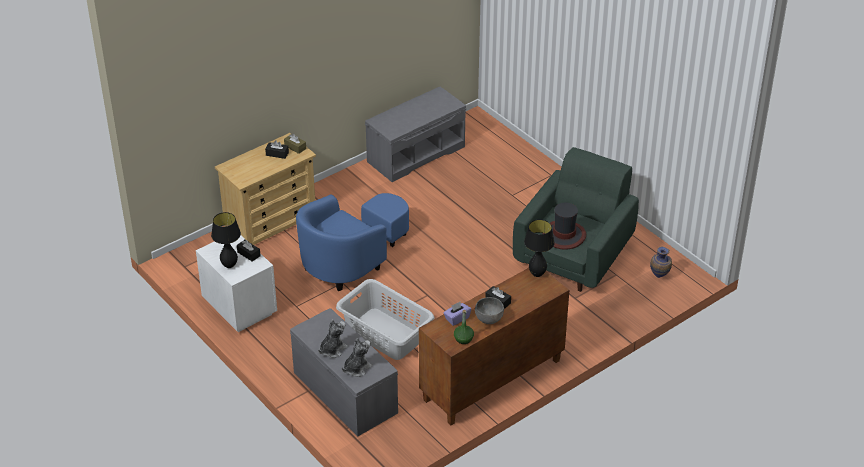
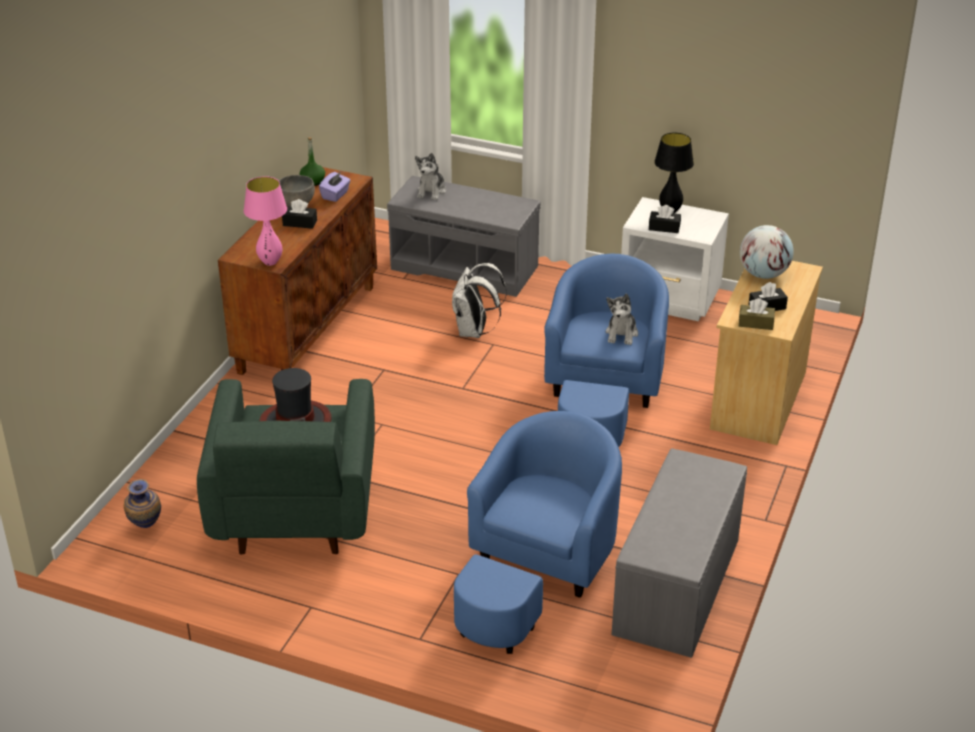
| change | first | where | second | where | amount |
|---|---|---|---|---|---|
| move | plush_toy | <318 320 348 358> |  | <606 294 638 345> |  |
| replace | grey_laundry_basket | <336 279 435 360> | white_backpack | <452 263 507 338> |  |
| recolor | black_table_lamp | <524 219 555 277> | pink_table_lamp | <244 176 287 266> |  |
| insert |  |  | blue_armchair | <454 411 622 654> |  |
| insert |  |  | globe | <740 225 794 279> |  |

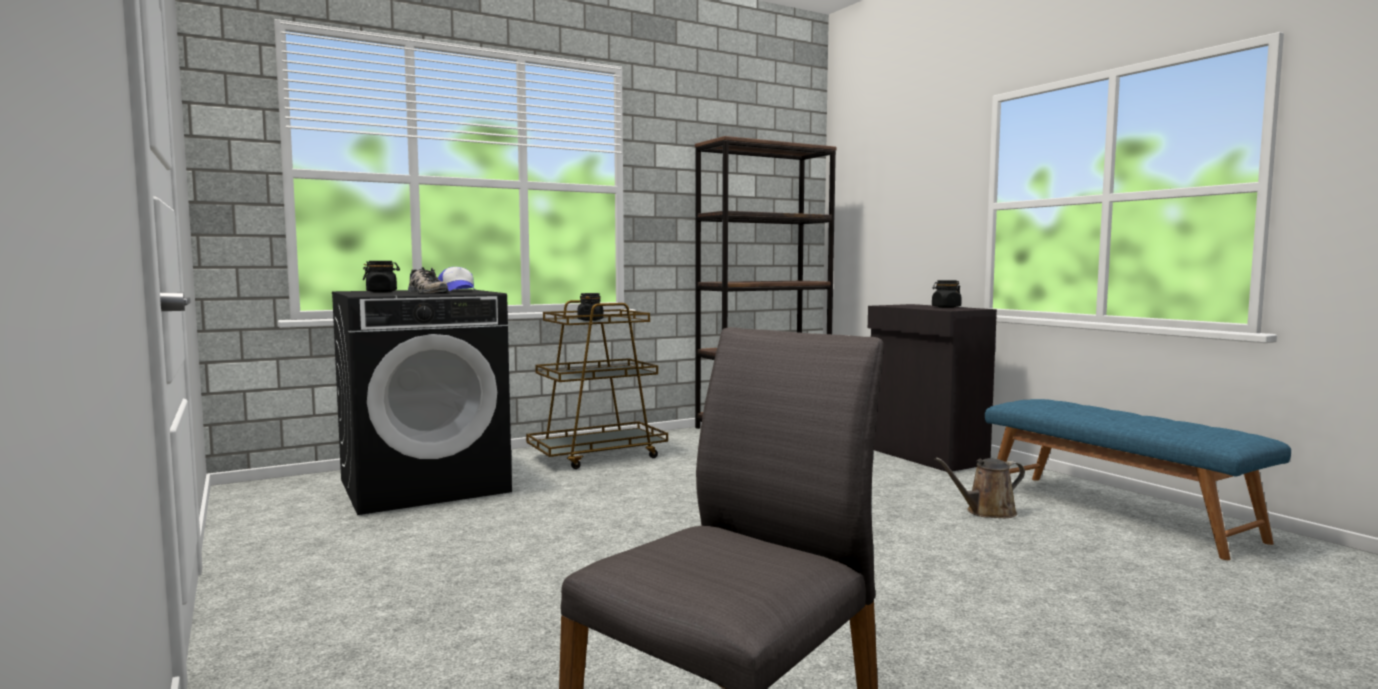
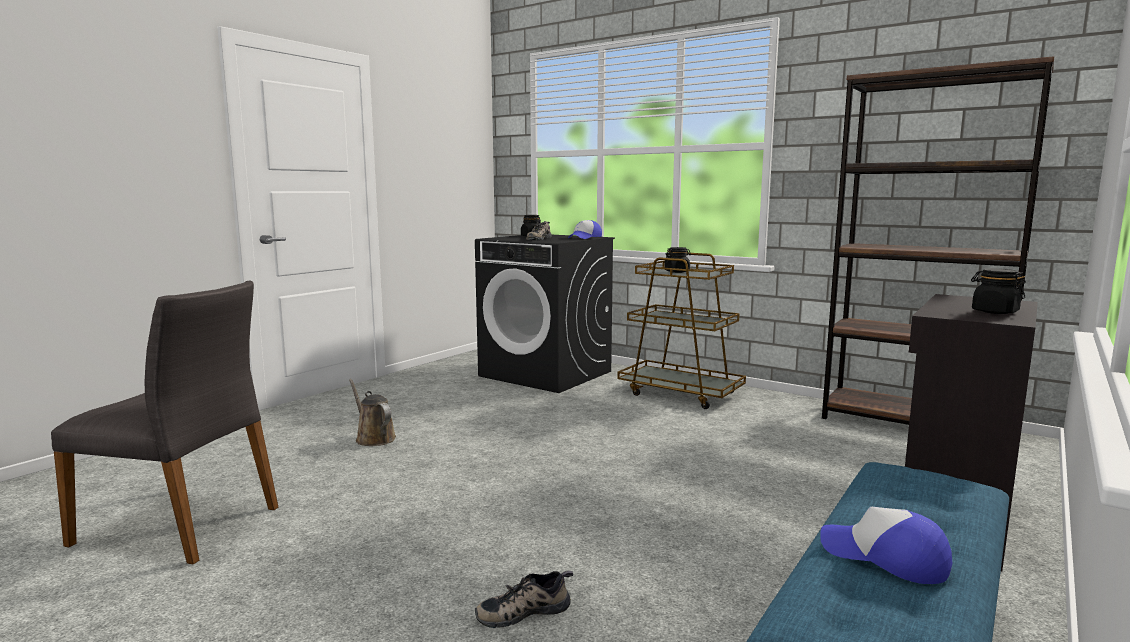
| change | first | where | second | where | amount |
|---|---|---|---|---|---|
| move | brown_watering_can | <935 458 1025 518> |  | <349 379 396 446> |  |
| insert |  |  | shoe | <475 571 573 628> |  |
| insert |  |  | cap | <820 507 952 584> |  |

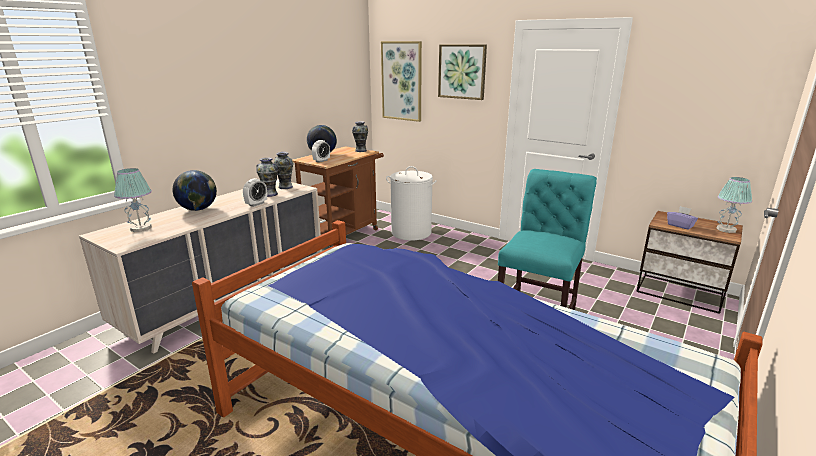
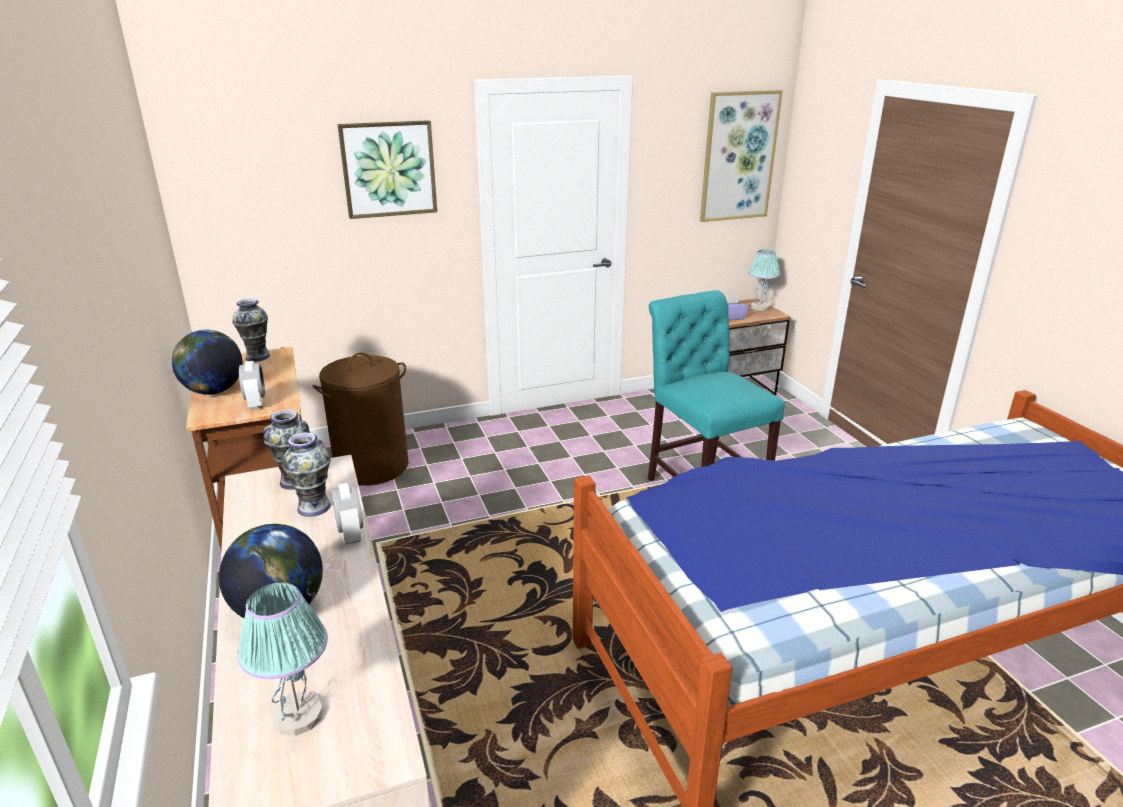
| change | first | where | second | where | amount |
|---|---|---|---|---|---|
| move | picture | <381 41 422 122> |  | <700 90 783 222> |  |
| recolor | white_laundry_basket | <386 166 437 241> | brown_laundry_basket | <313 352 409 486> |  |

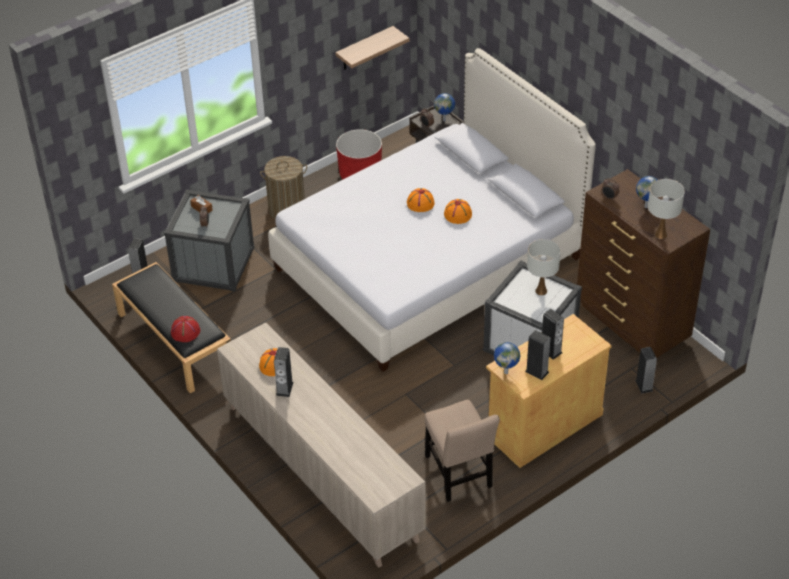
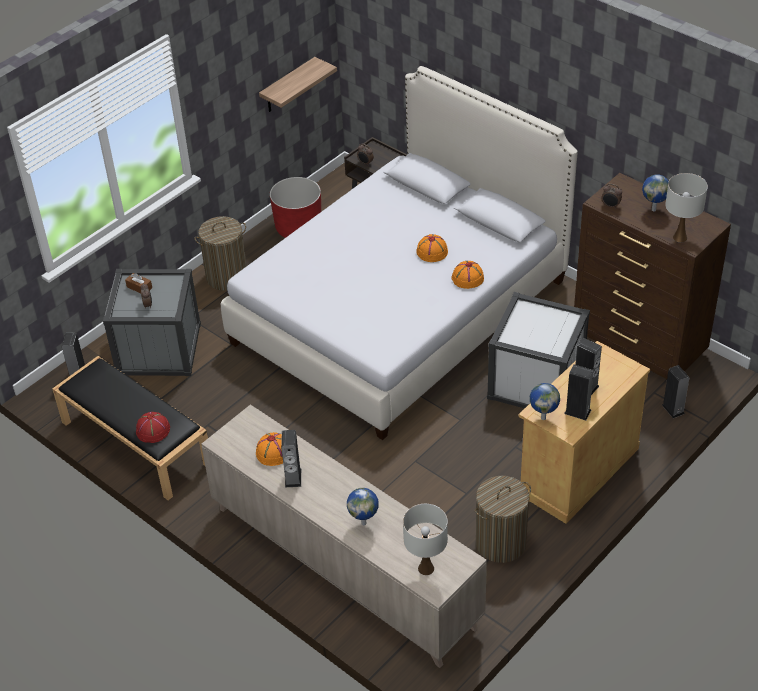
| change | first | where | second | where | amount |
|---|---|---|---|---|---|
| move | orange_hat | <407 188 435 212> |  | <451 261 484 289> |  |
| replace | beige_chair | <425 400 500 502> | laundry_basket | <475 476 531 563> |  |
| move | globe | <434 93 455 121> |  | <347 488 379 525> |  |
| move | white_table_lamp | <527 239 561 295> |  | <403 504 448 575> |  |

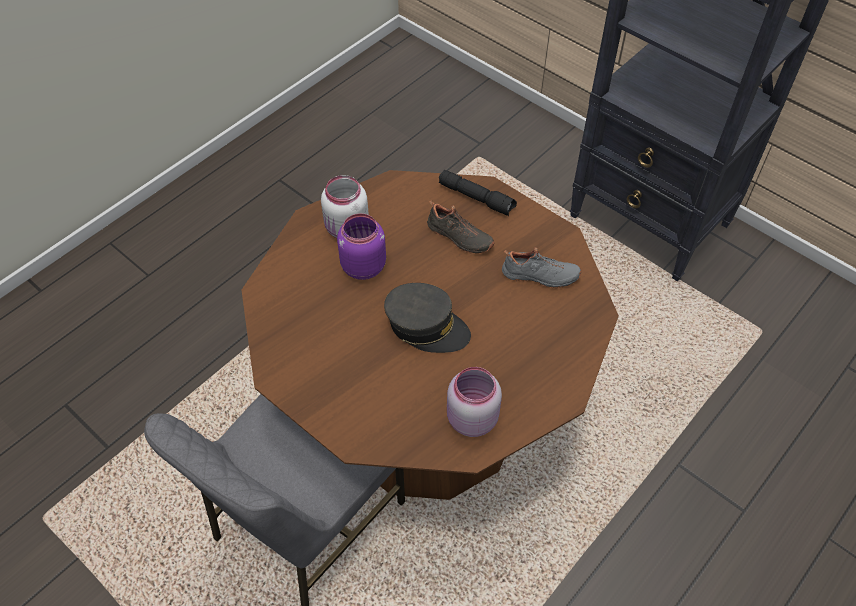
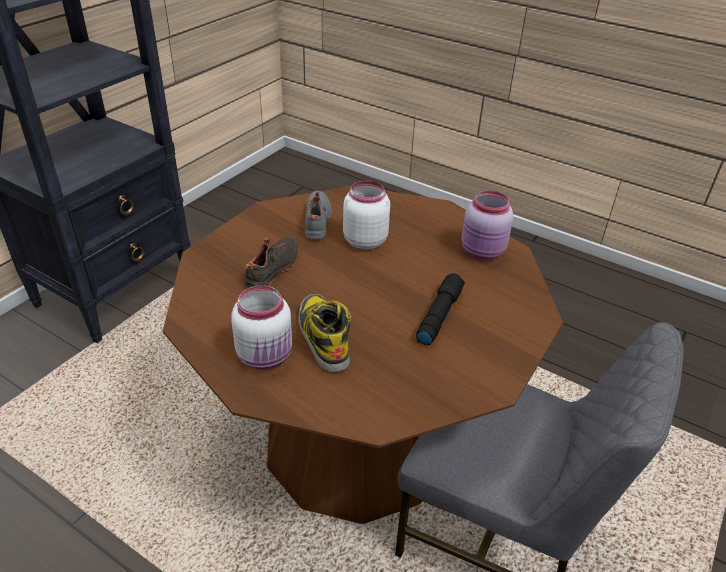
| change | first | where | second | where | amount |
|---|---|---|---|---|---|
| replace | purple_jar | <337 214 386 280> | boot | <299 294 351 372> |  |
| delete | grey_cap | <384 283 471 353> |  |  |  |
| move | black_flashlight | <439 170 517 216> |  | <416 273 465 345> |  |
| insert |  |  | white_jar | <343 181 390 250> |  |

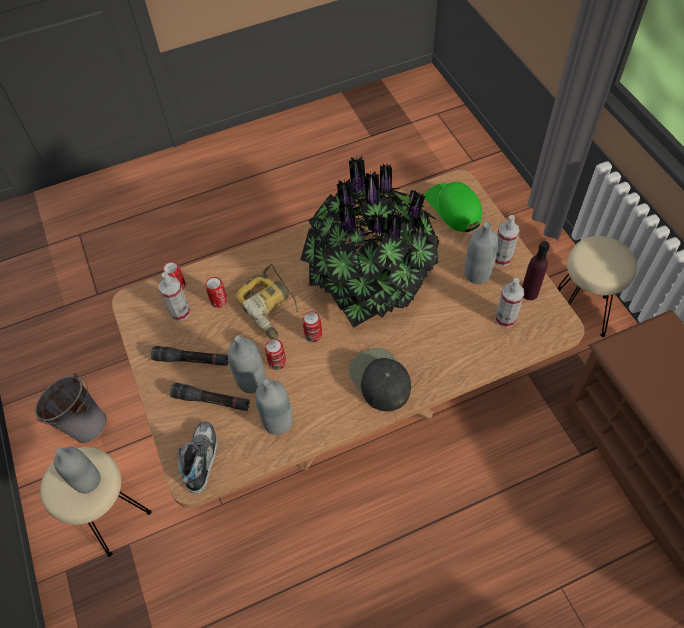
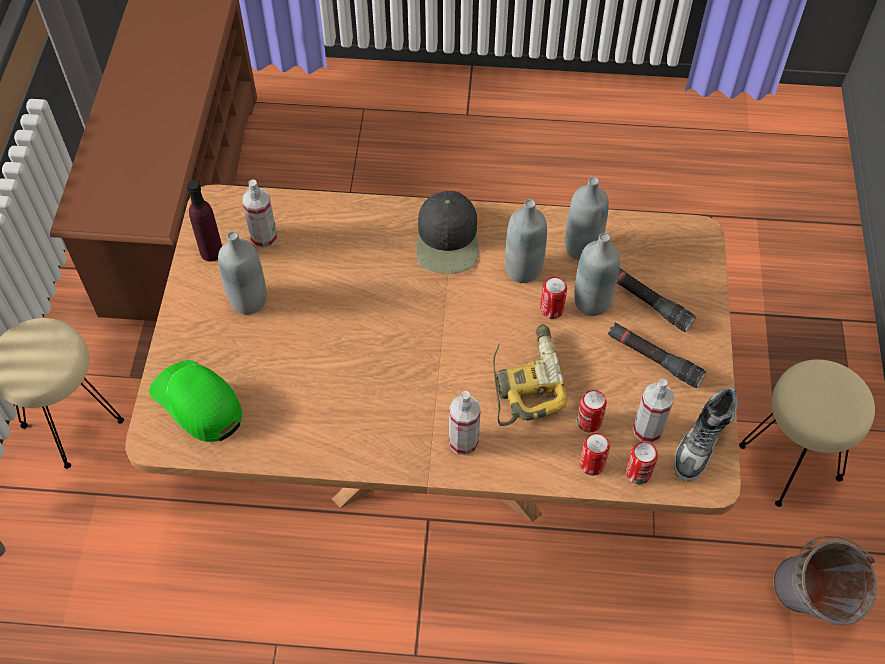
| change | first | where | second | where | amount |
|---|---|---|---|---|---|
| move | grey_bottle | <54 447 101 494> |  | <505 199 547 283> |  |
| move | shoe | <177 422 217 494> |  | <674 387 738 481> |  |
| delete | potted_plant | <300 156 439 328> |  |  |  |
| move | can | <302 311 322 342> |  | <579 433 610 475> |  |
| rotate | green_cap | <424 182 482 232> |  | <149 360 242 442> | 135 degrees clockwise |
| move | spray_bottle | <495 215 520 266> |  | <449 391 481 456> |  |

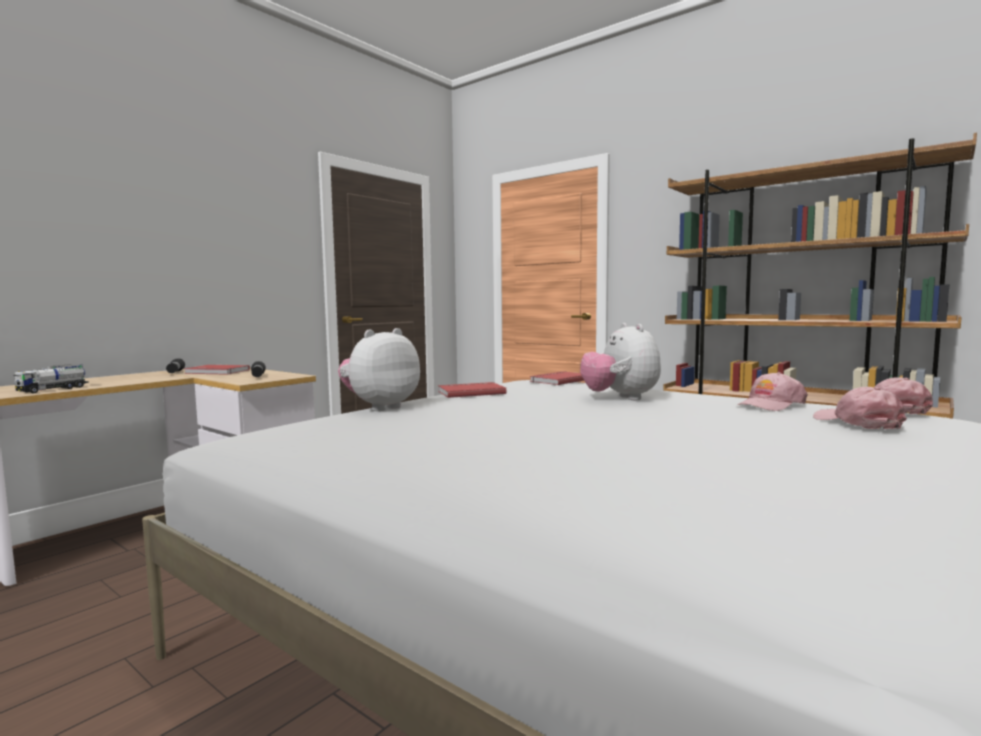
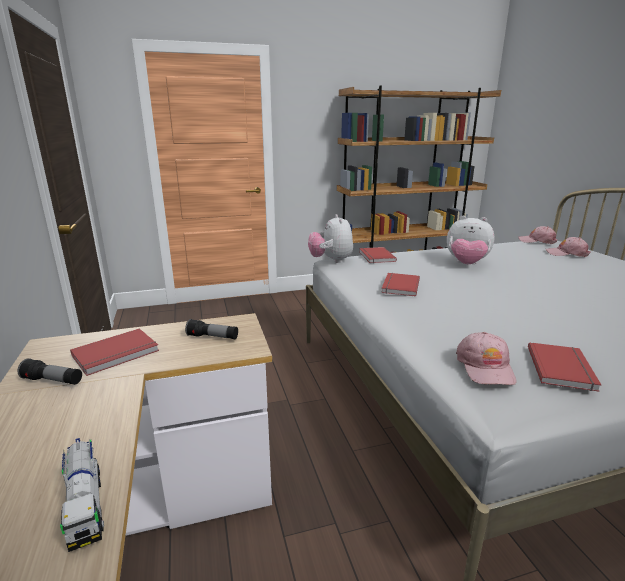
| change | first | where | second | where | amount |
|---|---|---|---|---|---|
| move | plush_toy | <338 328 420 411> |  | <308 214 353 263> |  |
| move | pink_cap | <737 372 808 411> |  | <456 332 517 385> |  |
| insert |  |  | red_book | <528 342 601 392> |  |

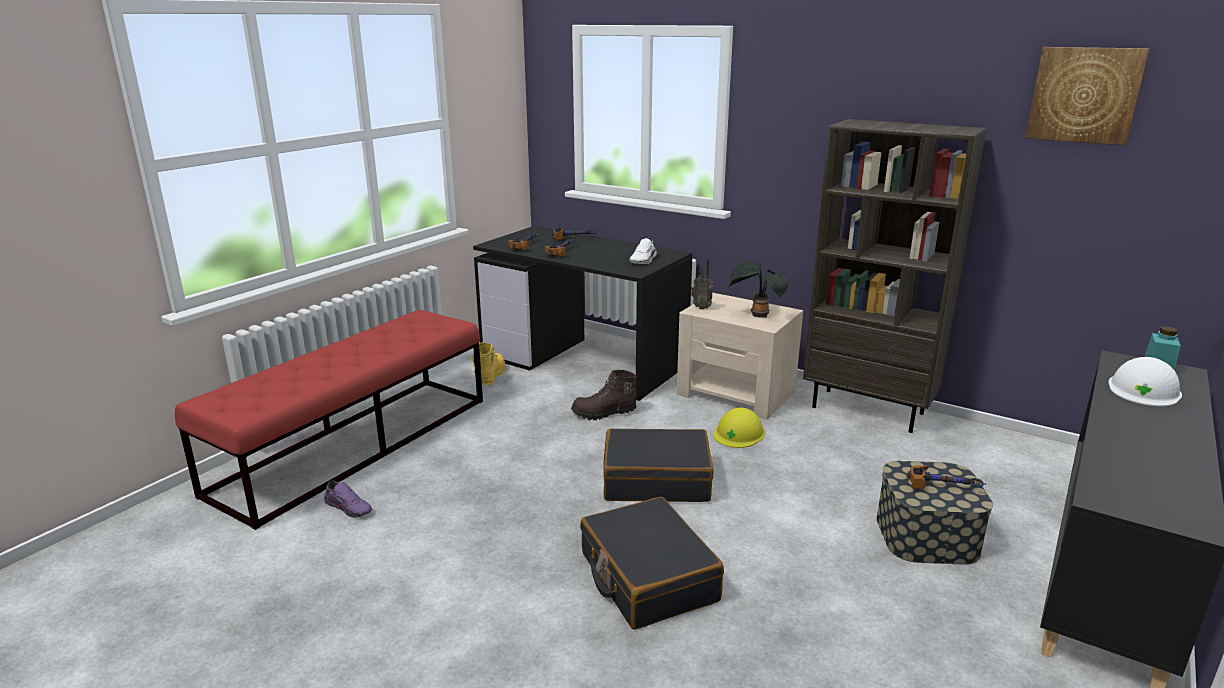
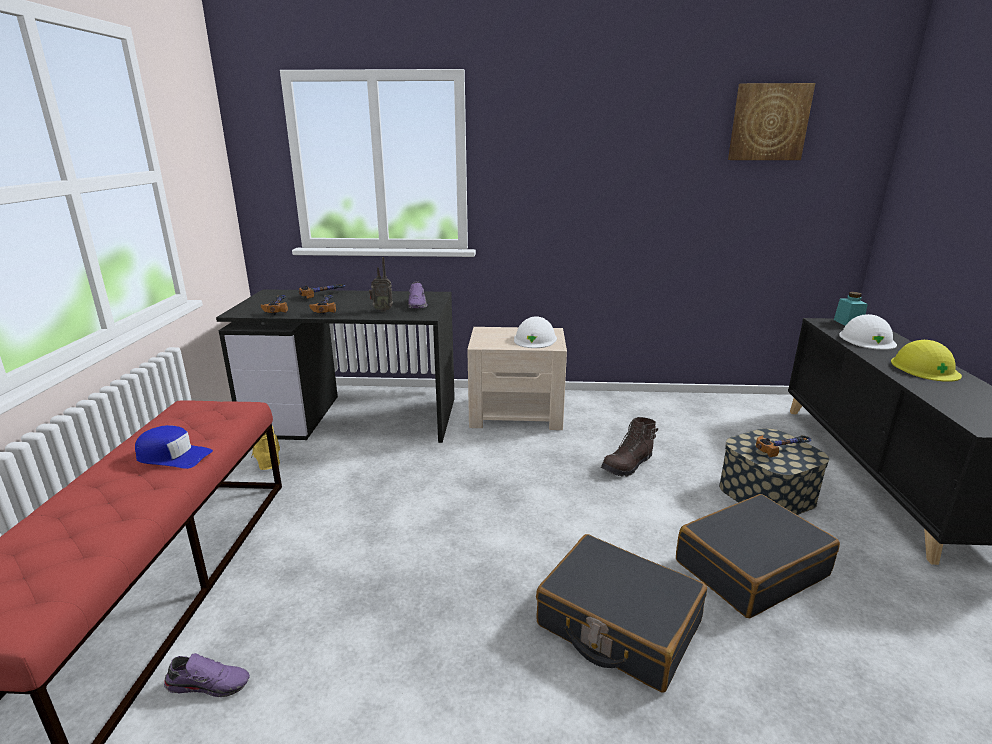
| change | first | where | second | where | amount |
|---|---|---|---|---|---|
| move | brown_boot | <571 370 637 420> |  | <601 417 658 477> |  |
| move | black_suitcase | <603 429 713 502> |  | <676 494 840 618> |  |
| recolor | white_shoe | <630 237 657 264> | purple_shoe | <408 281 428 308> |  |
| move | radio | <691 258 713 310> |  | <369 257 393 312> |  |
| move | yellow_hard_hat | <713 407 765 448> |  | <891 340 962 382> |  |
| replace | potted_plant | <728 261 789 318> | white_hard_hat | <514 316 557 348> |  |
| delete | brown_bookcase | <803 119 987 433> |  |  |  |
| insert |  |  | blue_cap | <135 425 213 469> |  |

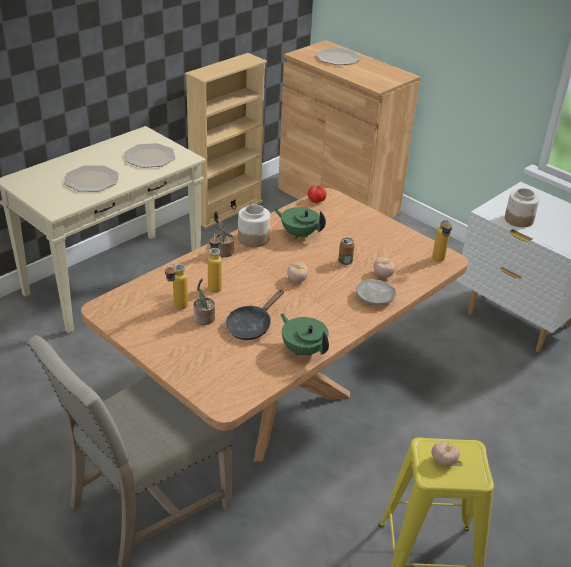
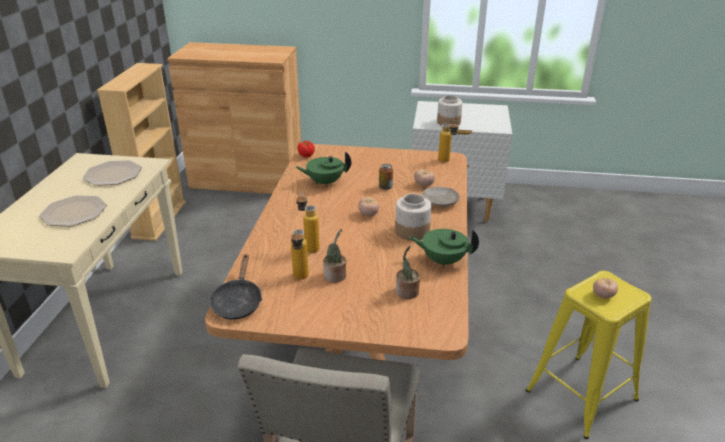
| change | first | where | second | where | amount |
|---|---|---|---|---|---|
| move | potted_plant | <214 211 234 257> |  | <396 245 420 299> |  |
| move | black_frying_pan | <226 289 284 340> |  | <209 254 262 320> |  |
| move | jar | <238 204 270 247> |  | <395 194 431 241> |  |
| delete | plate | <316 48 361 65> |  |  |  |

